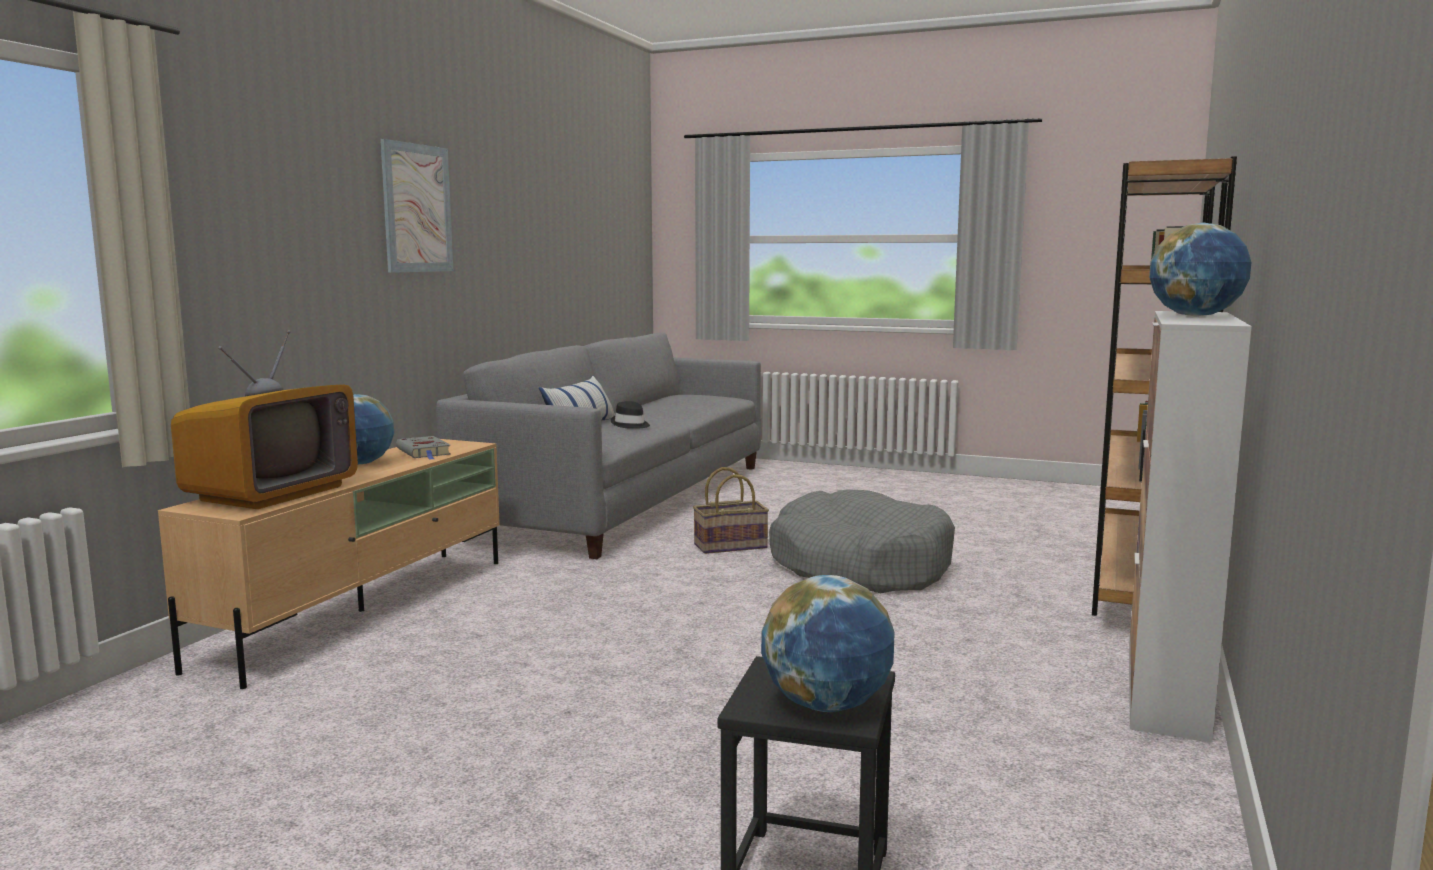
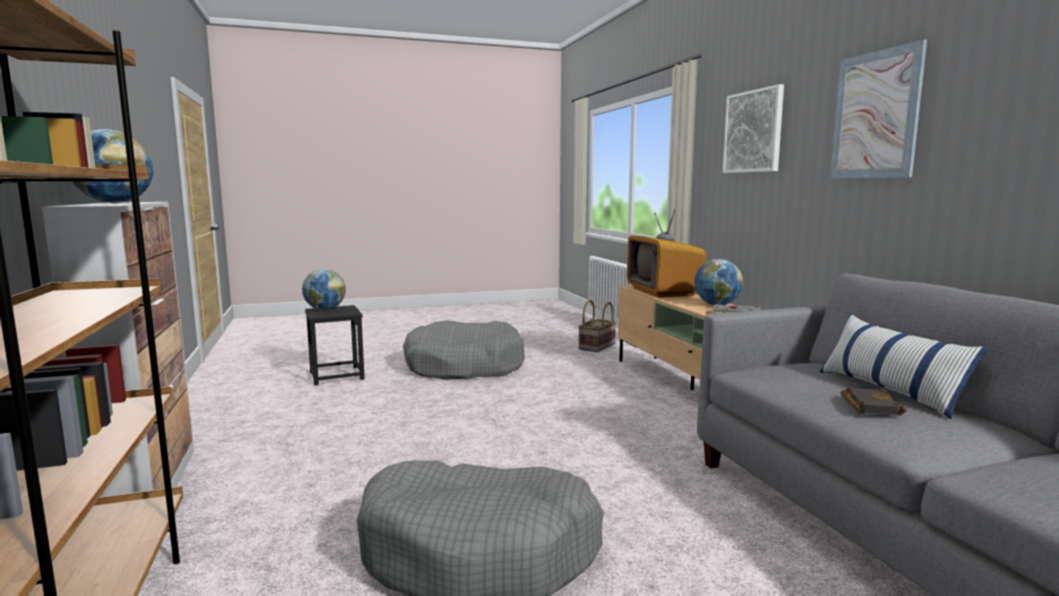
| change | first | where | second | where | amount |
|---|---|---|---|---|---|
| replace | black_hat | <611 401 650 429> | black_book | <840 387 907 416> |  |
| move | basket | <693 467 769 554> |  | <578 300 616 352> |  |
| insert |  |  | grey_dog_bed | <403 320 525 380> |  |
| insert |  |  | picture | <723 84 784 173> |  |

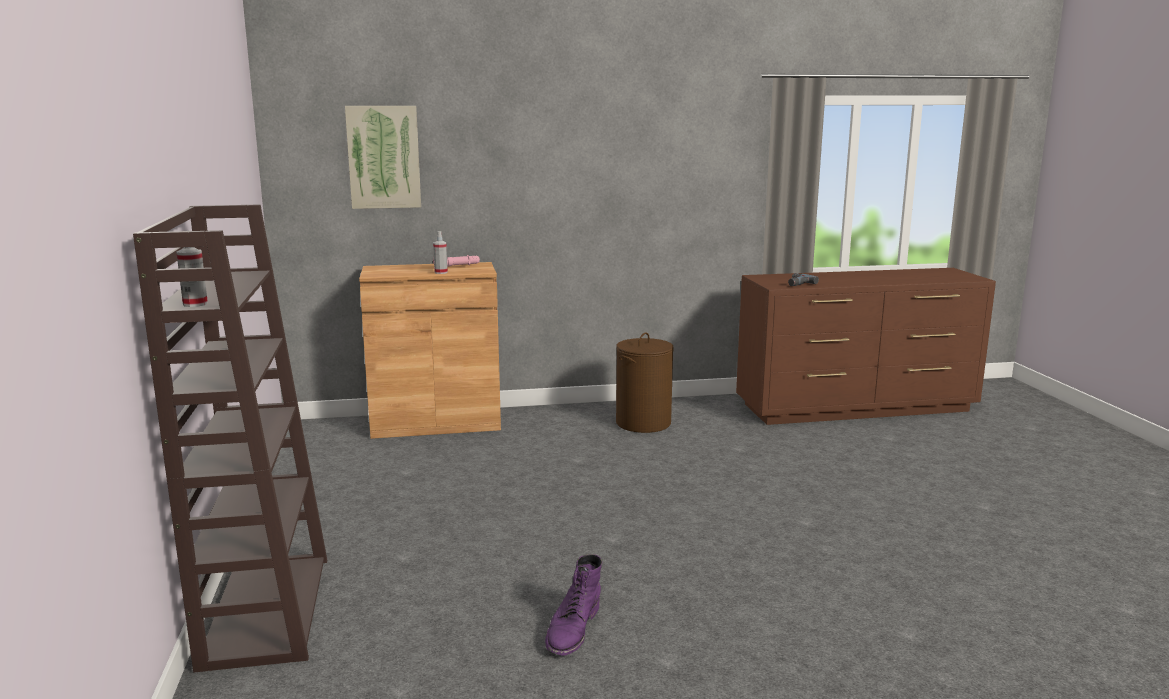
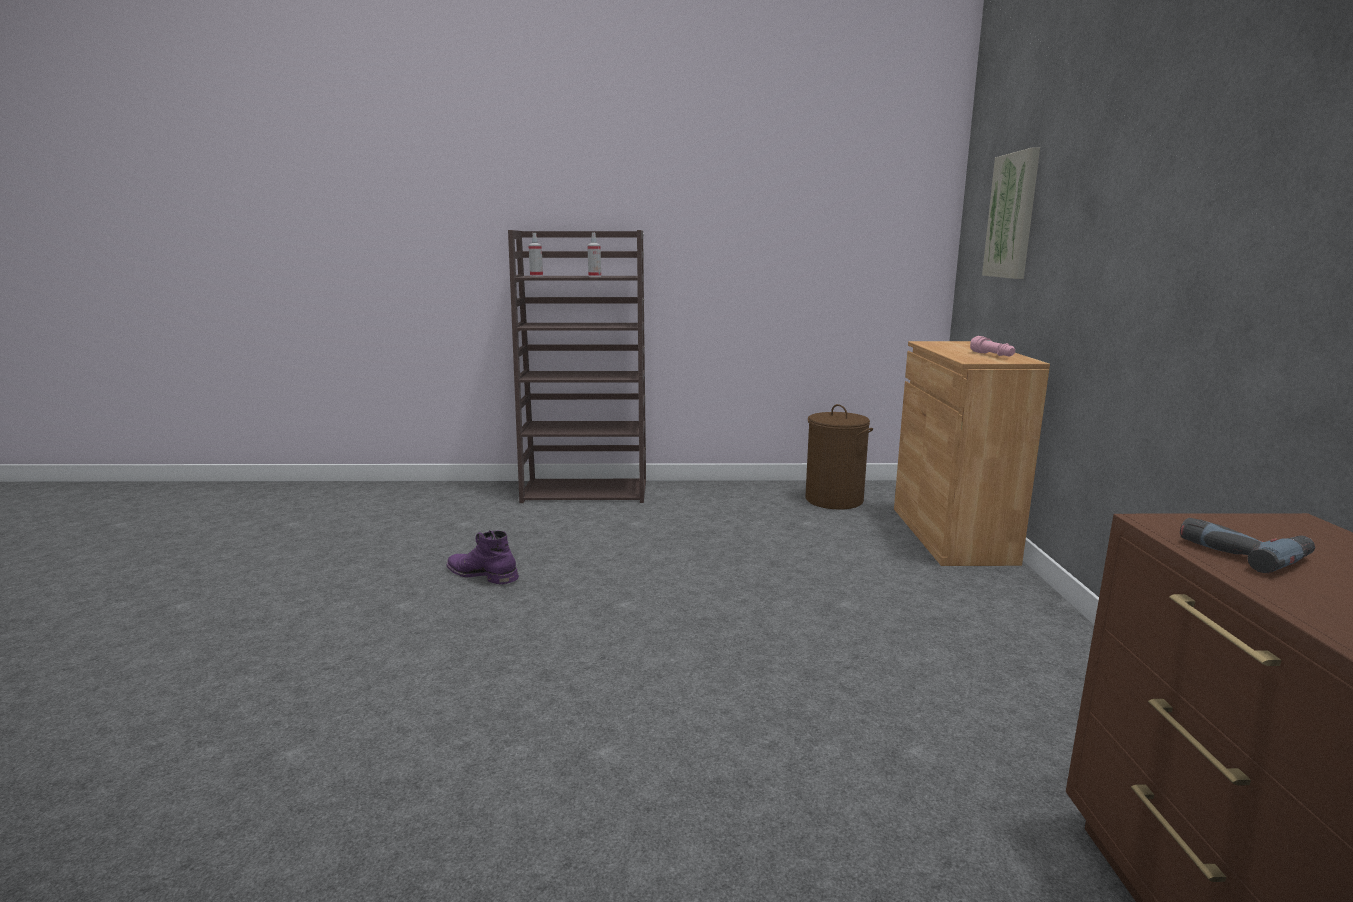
| change | first | where | second | where | amount |
|---|---|---|---|---|---|
| move | spray_bottle | <433 231 448 274> |  | <587 232 601 277> |  |
| move | brown_laundry_basket | <616 332 674 433> |  | <805 404 873 510> |  |

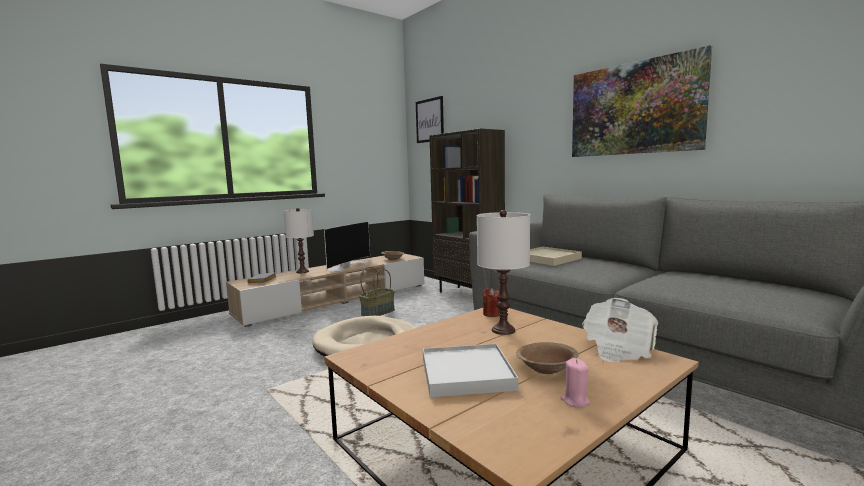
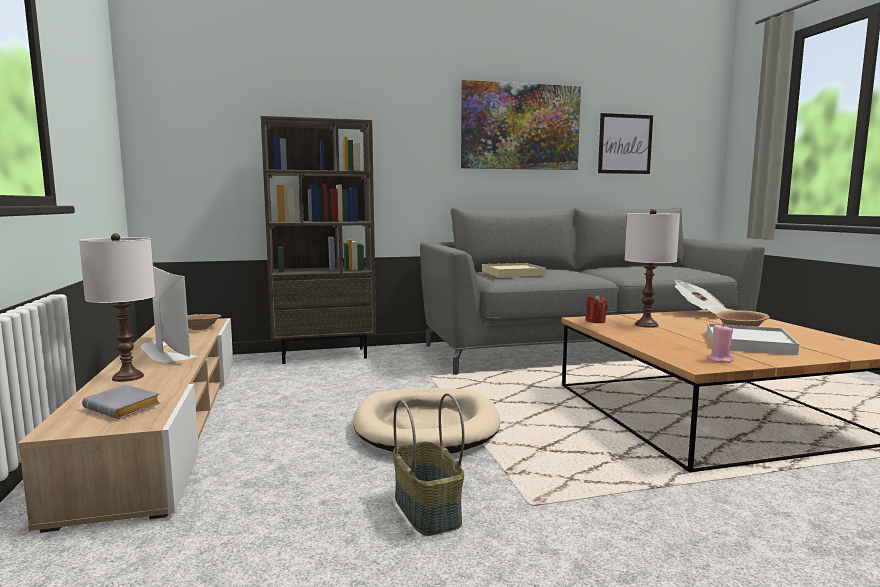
| change | first | where | second | where | amount |
|---|---|---|---|---|---|
| move | basket | <359 267 395 316> |  | <393 393 465 536> |  |
| move | picture | <416 96 444 143> |  | <598 113 653 174> |  |
| move | pink_candle | <560 358 590 407> |  | <708 324 734 362> |  |

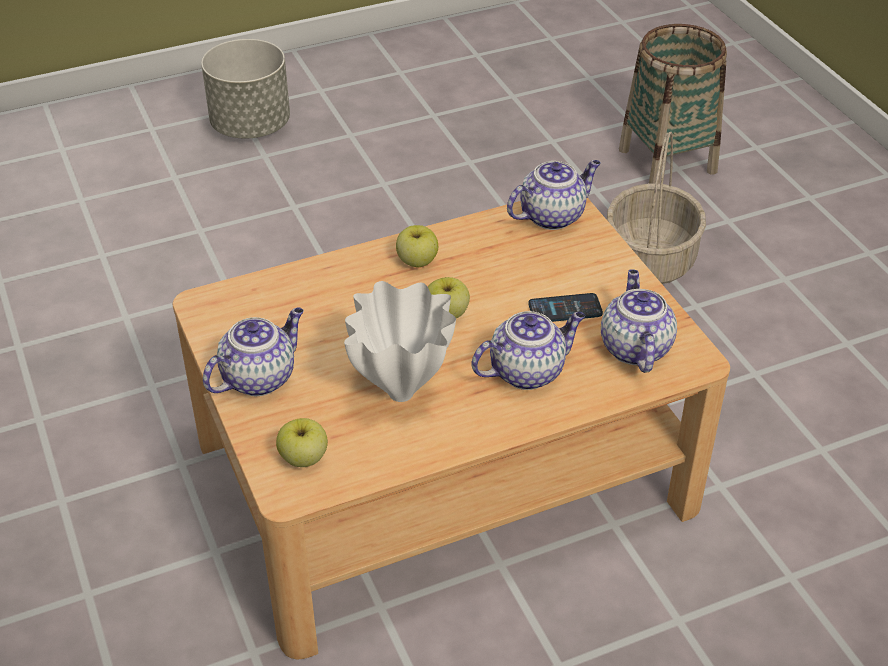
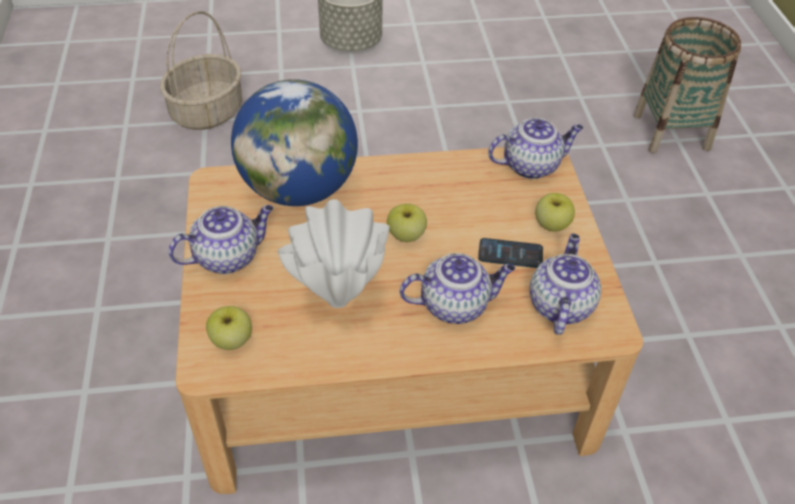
| change | first | where | second | where | amount |
|---|---|---|---|---|---|
| move | apple | <396 225 438 267> |  | <535 193 575 232> |  |
| move | basket | <607 132 706 284> |  | <160 11 242 130> |  |
| insert |  |  | globe | <231 79 358 206> |  |

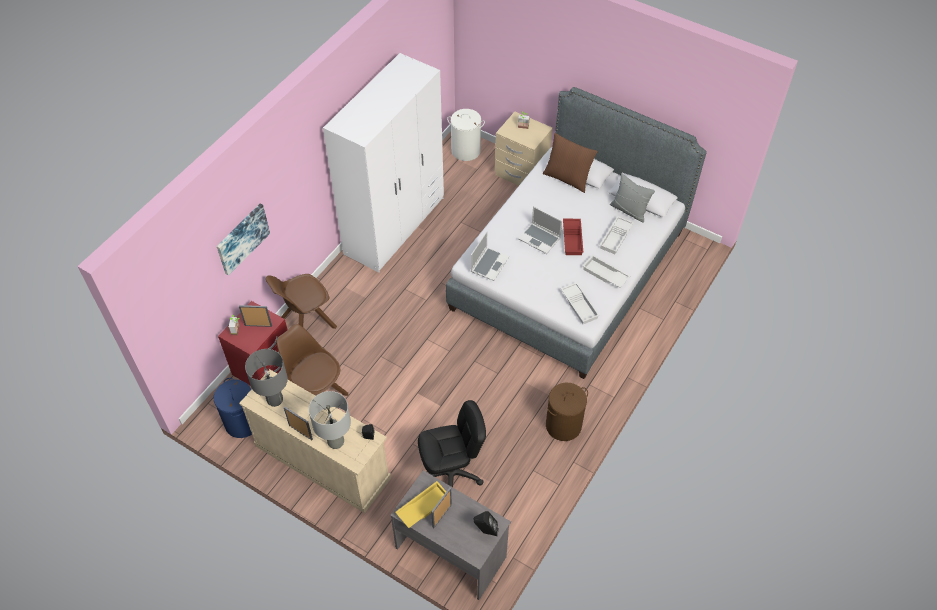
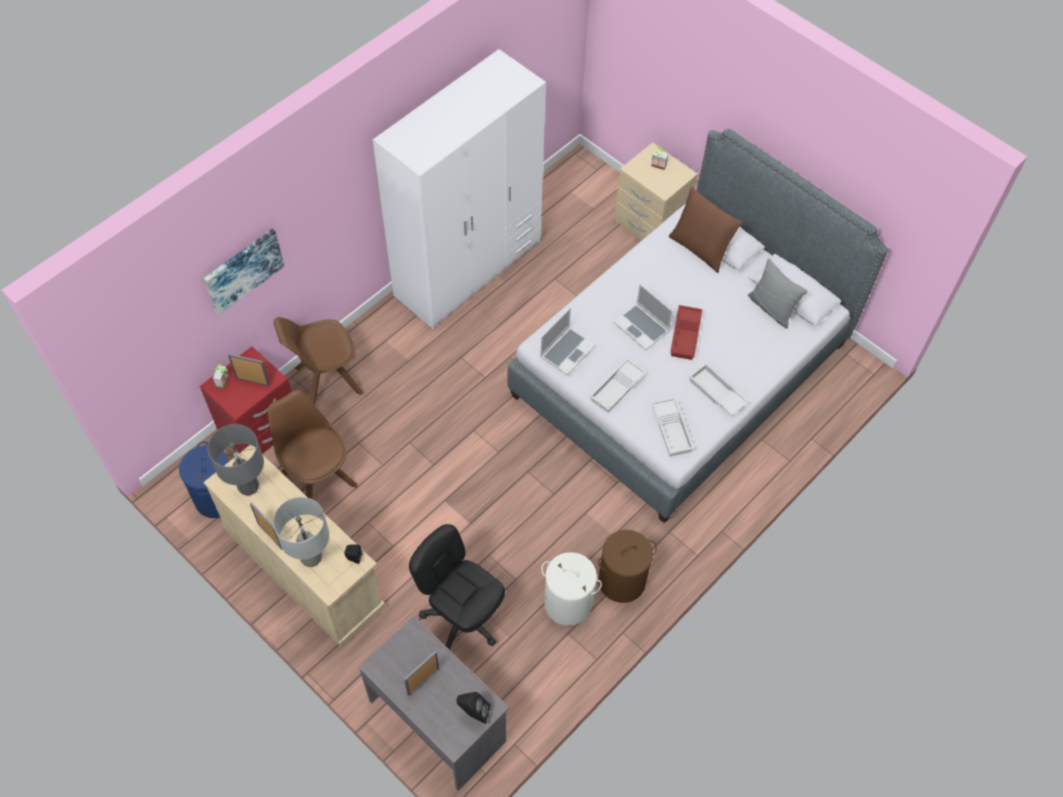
| change | first | where | second | where | amount |
|---|---|---|---|---|---|
| delete | yellow_tray | <395 481 446 528> |  |  |  |
| rotate | black_office_chair | <418 400 486 487> |  | <409 524 505 651> | 135 degrees counterclockwise |
| move | white_laundry_basket | <447 109 485 161> |  | <541 552 602 626> |  |
| move | white_tray | <600 216 634 254> |  | <590 358 647 412> |  |

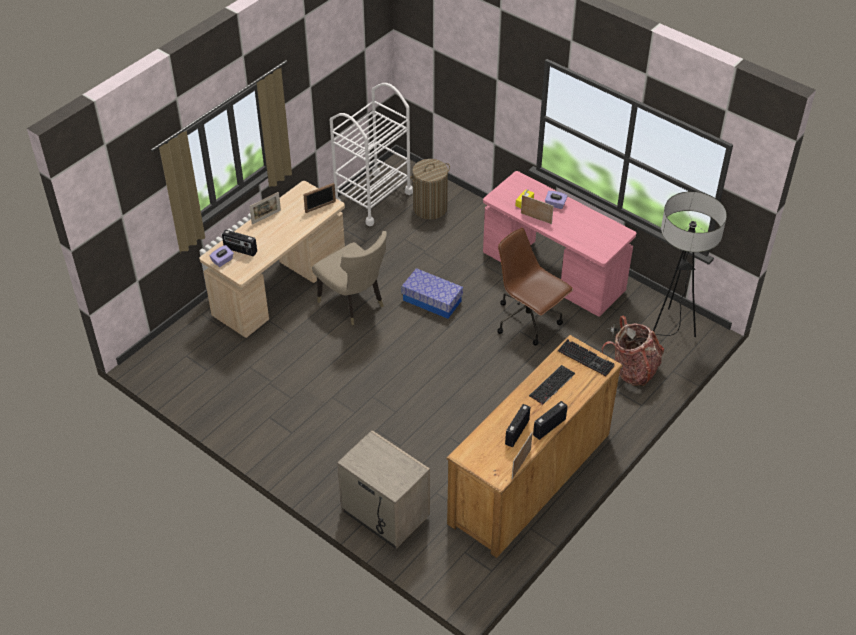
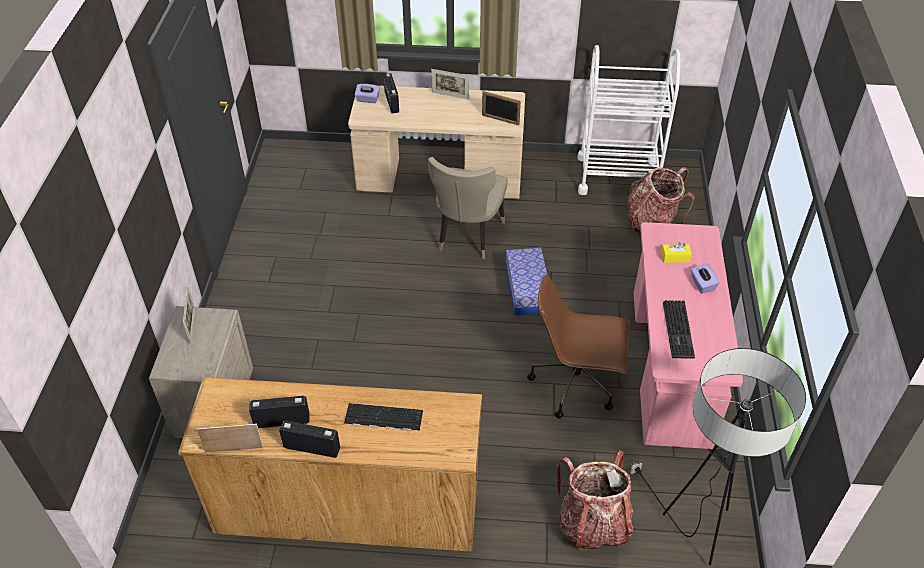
| change | first | where | second | where | amount |
|---|---|---|---|---|---|
| replace | laundry_basket | <410 159 450 220> | backpack | <627 167 695 234> |  |
| rotate | brown_office_chair | <497 228 573 346> |  | <527 274 630 419> | 90 degrees counterclockwise |
| move | picture_frame | <521 195 554 224> |  | <183 285 195 345> |  |
| move | keyboard | <558 339 615 376> |  | <663 300 695 359> |  |

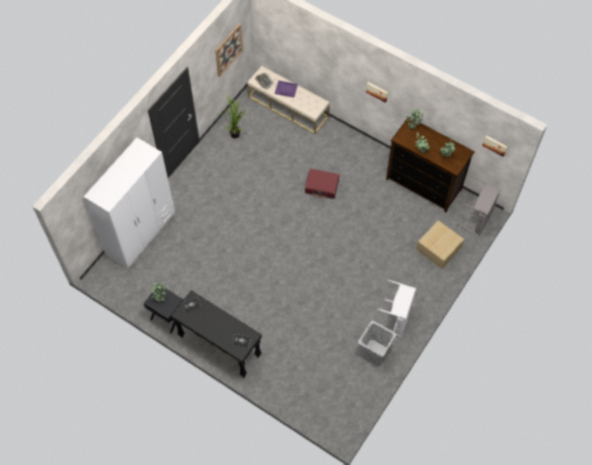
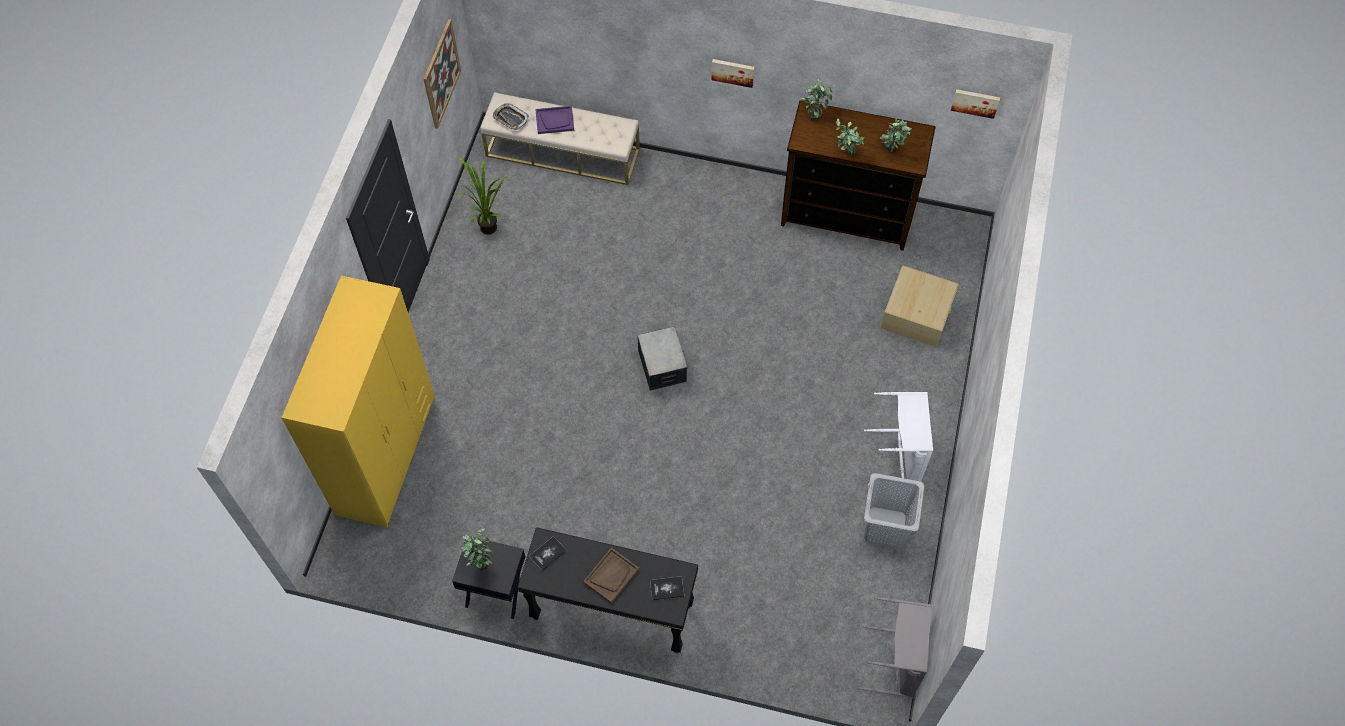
| change | first | where | second | where | amount |
|---|---|---|---|---|---|
| recolor | white_wardrobe | <83 137 175 269> | yellow_wardrobe | <281 276 435 528> |  |
| delete | red_suitcase | <305 169 339 199> |  |  |  |
| move | grey_laundry_basket | <456 179 501 236> |  | <858 597 932 698> |  |
| insert |  |  | brown_tray | <583 547 639 604> |  |
| insert |  |  | storage_box | <637 327 687 391> |  |

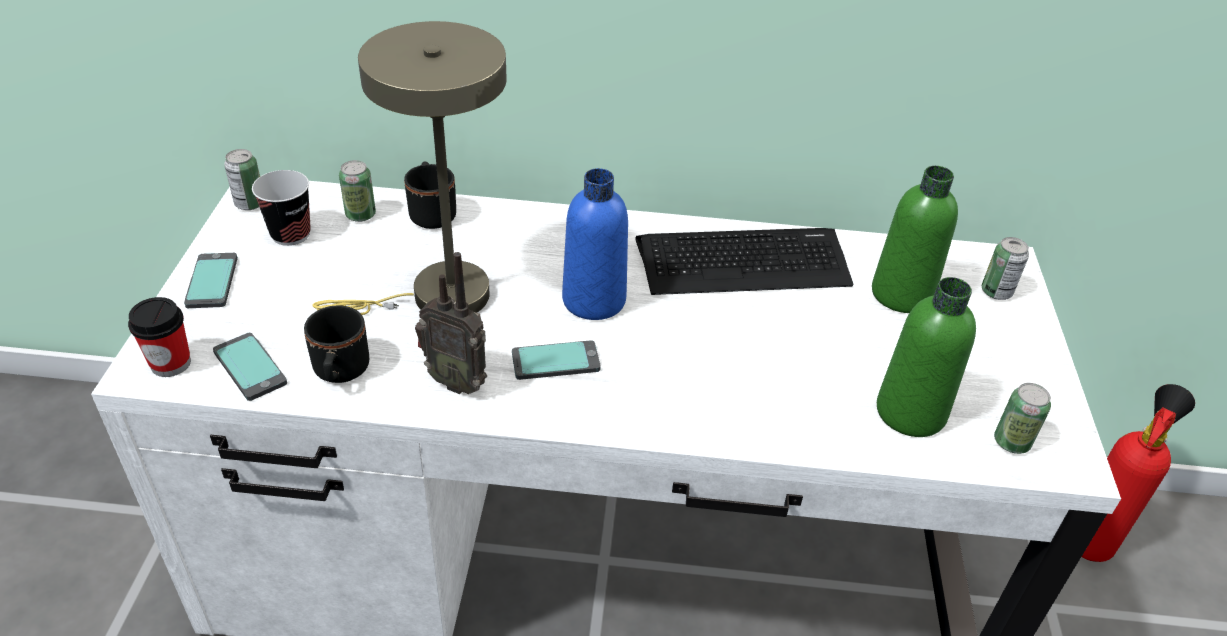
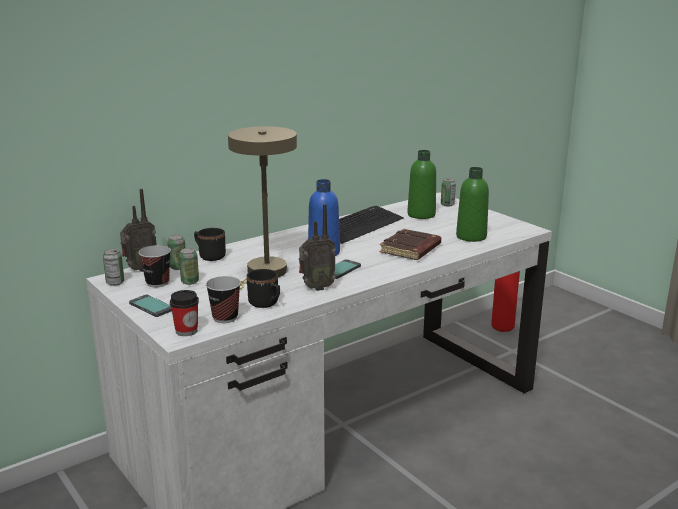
| change | first | where | second | where | amount |
|---|---|---|---|---|---|
| replace | phone | <213 333 287 401> | cup | <206 276 241 323> |  |
| move | can | <994 383 1051 454> |  | <179 248 199 285> |  |
| insert |  |  | radio | <120 189 157 272> |  |
| insert |  |  | brown_book | <380 229 441 260> |  |

